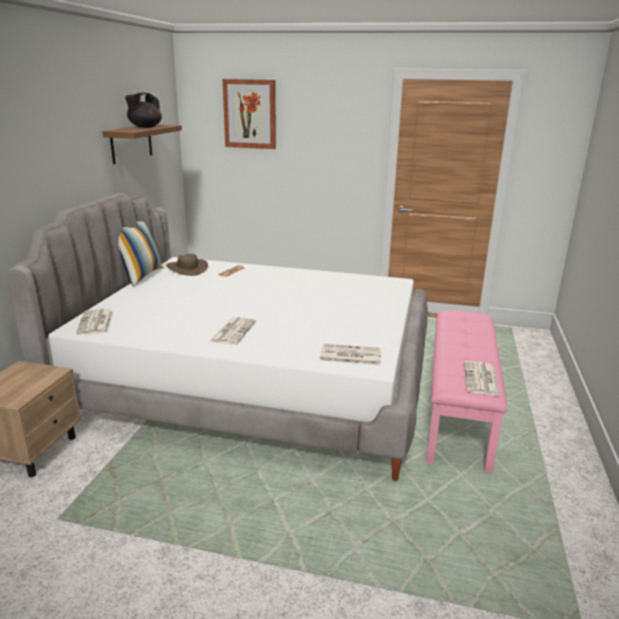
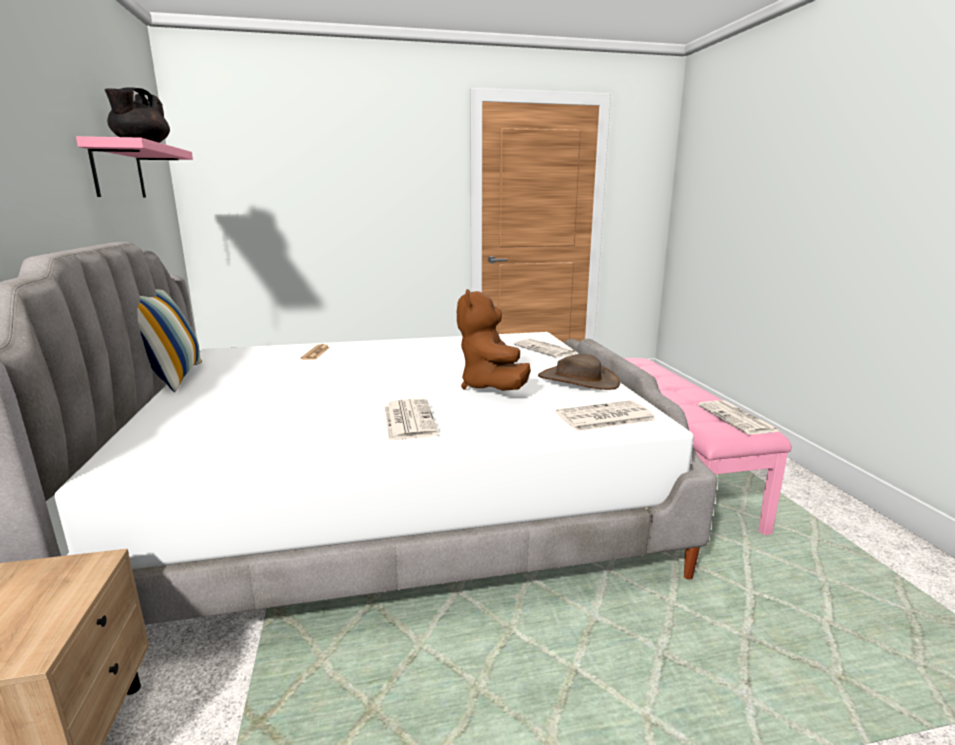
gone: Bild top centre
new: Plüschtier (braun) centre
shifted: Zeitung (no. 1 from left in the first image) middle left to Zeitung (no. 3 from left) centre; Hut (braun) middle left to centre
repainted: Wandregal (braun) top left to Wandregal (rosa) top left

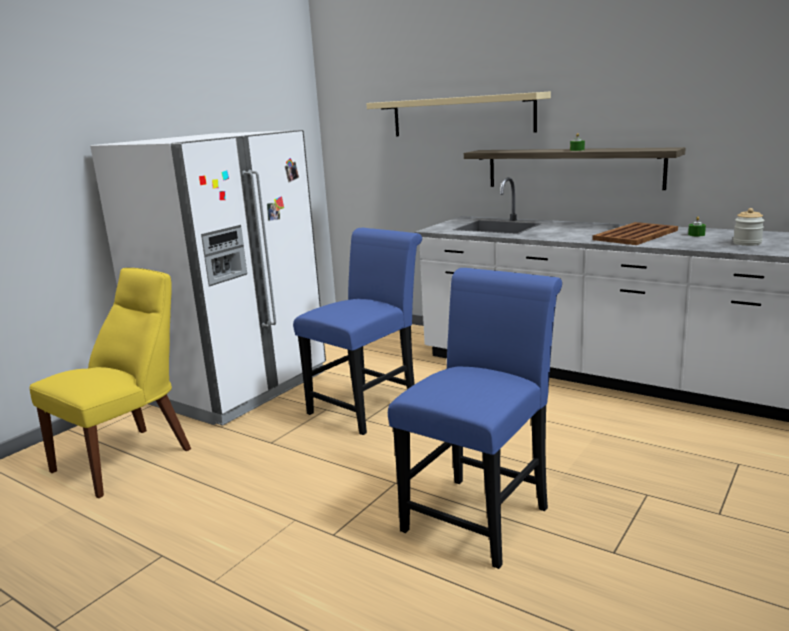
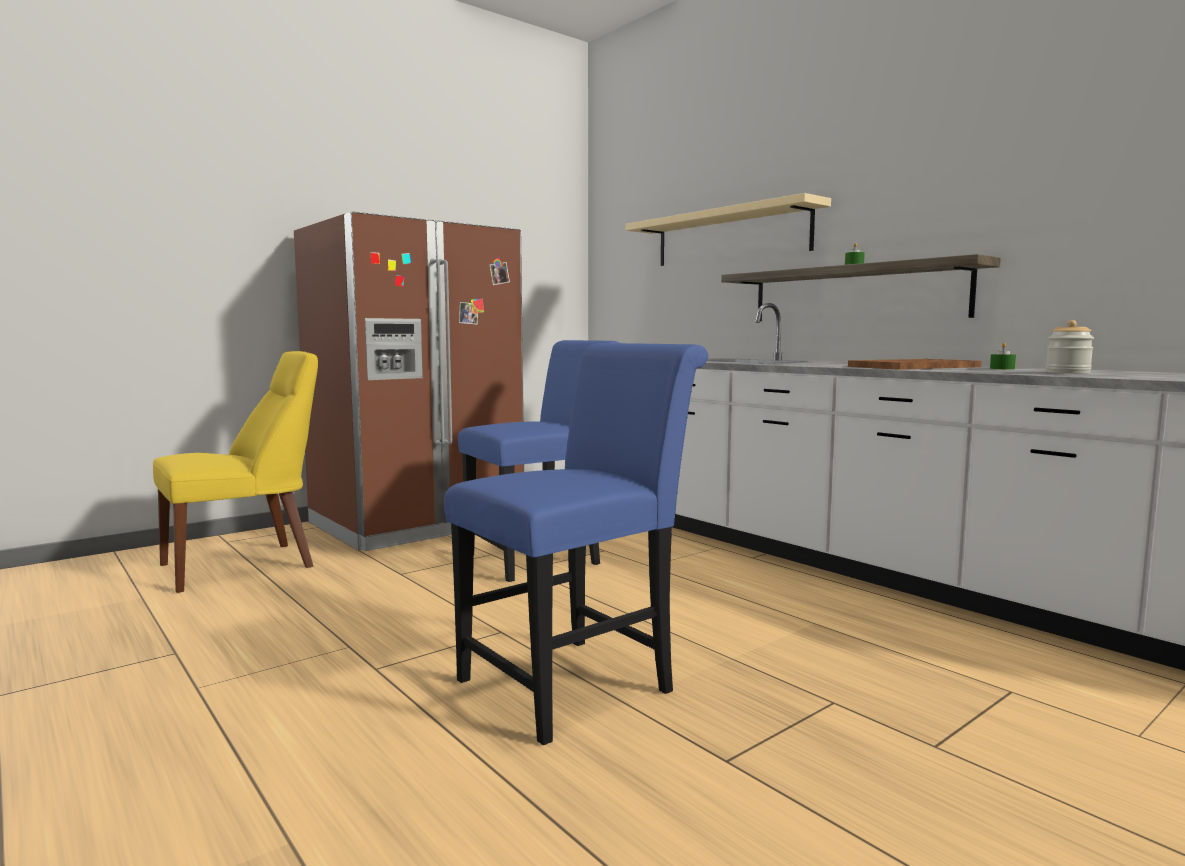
repainted: Kühlschrank (weiß) middle left to Kühlschrank (braun) centre

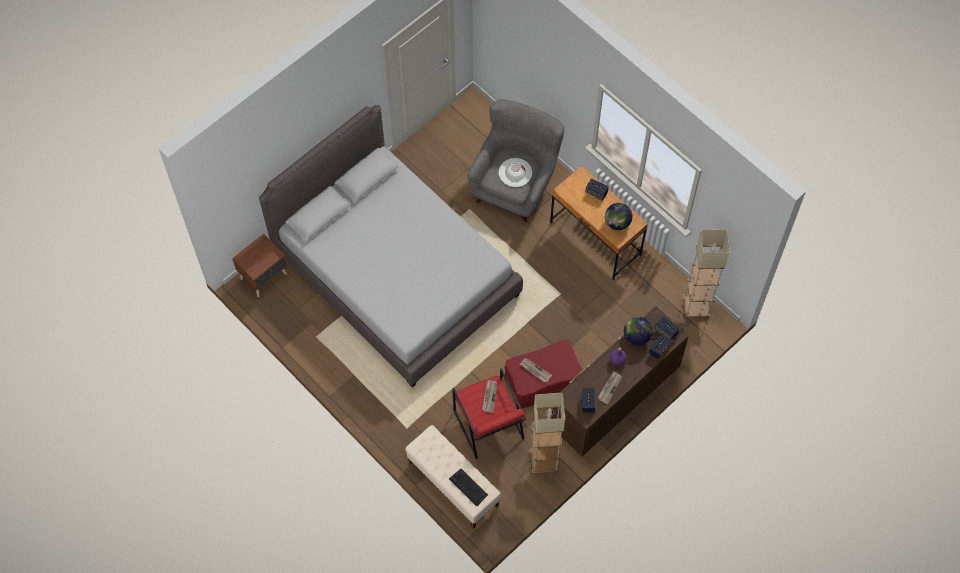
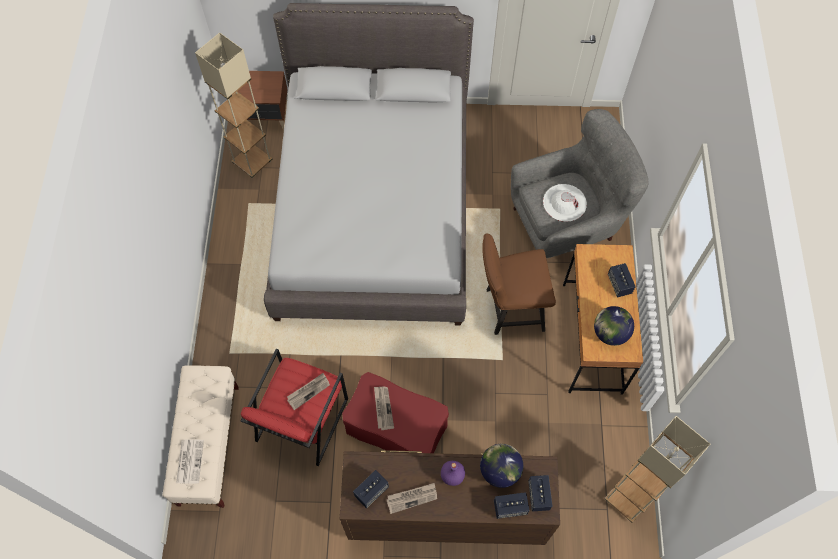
new: Stuhl (braun) centre
shifted: Stehlampe (beige) (no. 1 from left) bottom centre to top left
swapped: Tastatur bottom centre to Zeitung (no. 1 from left) bottom left

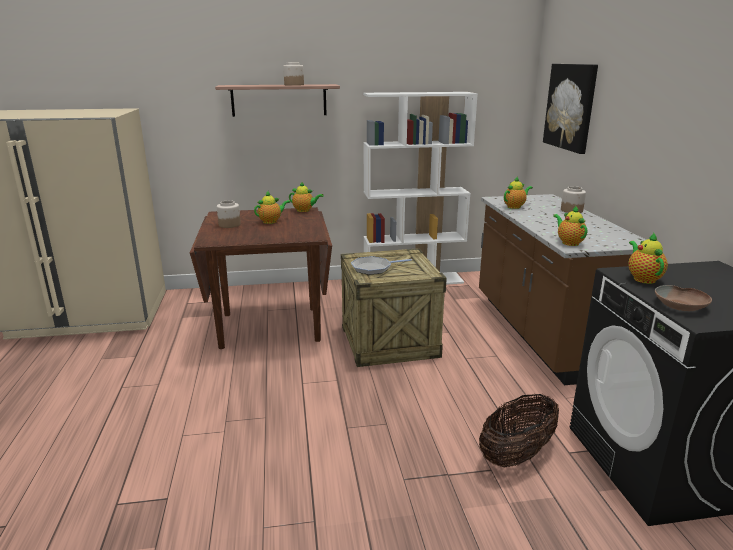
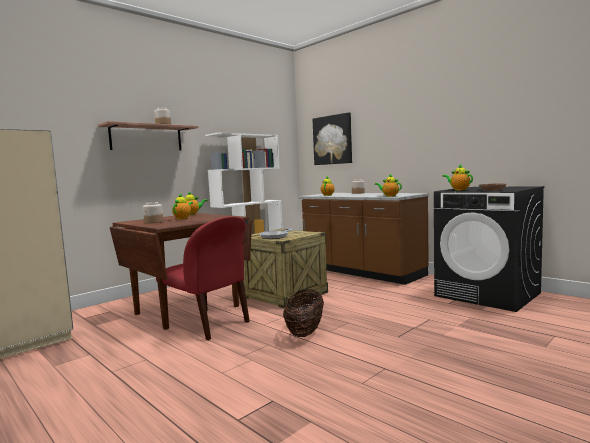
new: Stuhl (rot) centre
shifted: Korb bottom right to bottom centre

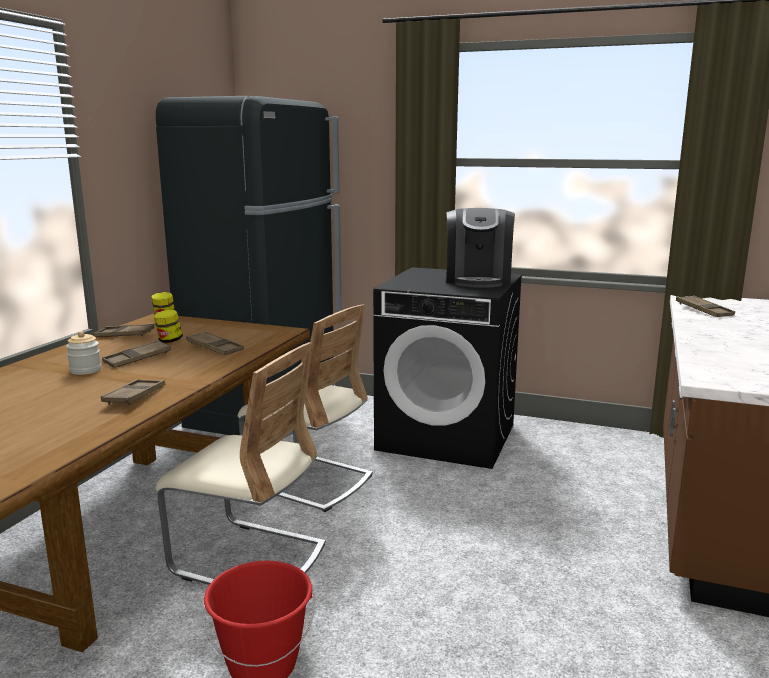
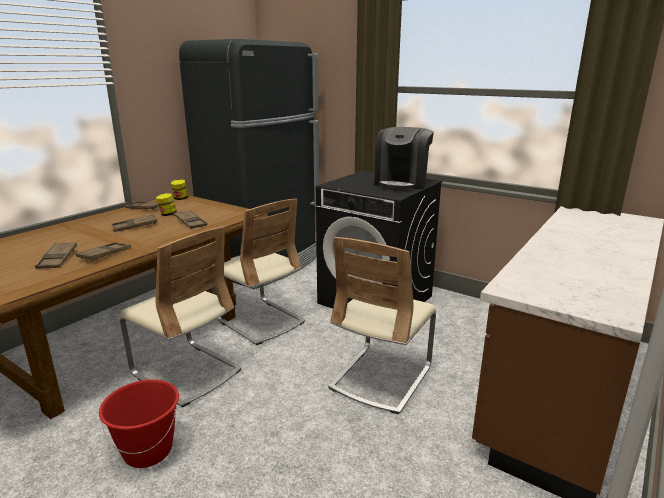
gone: Vorratsglas (no. 1 from left) middle left
new: Stuhl (beige) (no. 3 from left) centre
shifted: Tablett (braun) (no. 5 from left in the first image) middle right to Tablett (braun) (no. 1 from left) middle left

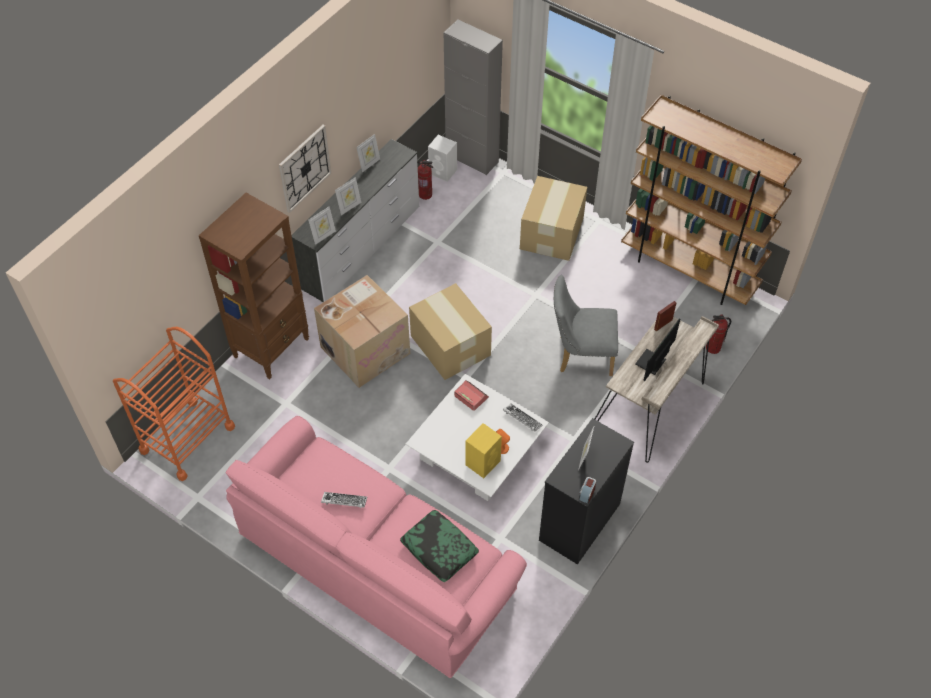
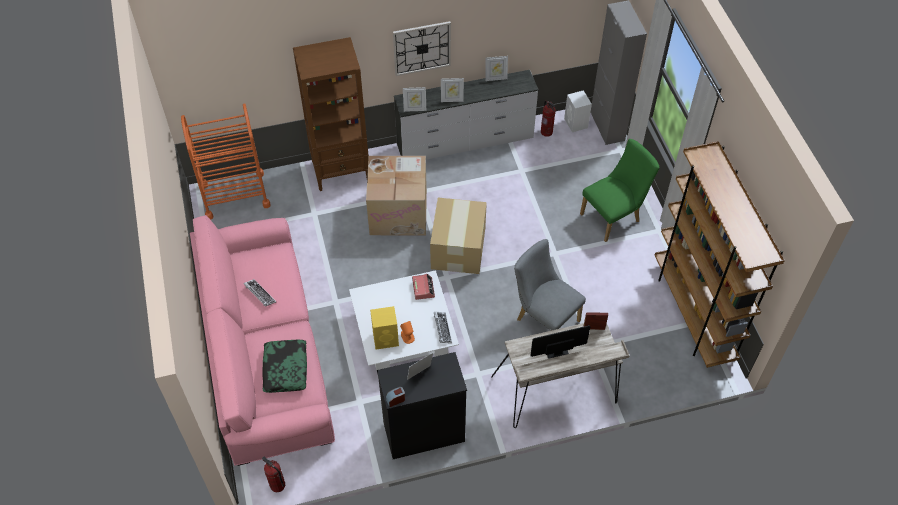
shifted: Feuerlöscher (no. 2 from left in the first image) middle right to Feuerlöscher (no. 1 from left) bottom left
swapped: Karton (no. 3 from left) top centre to Stuhl (grün) middle right

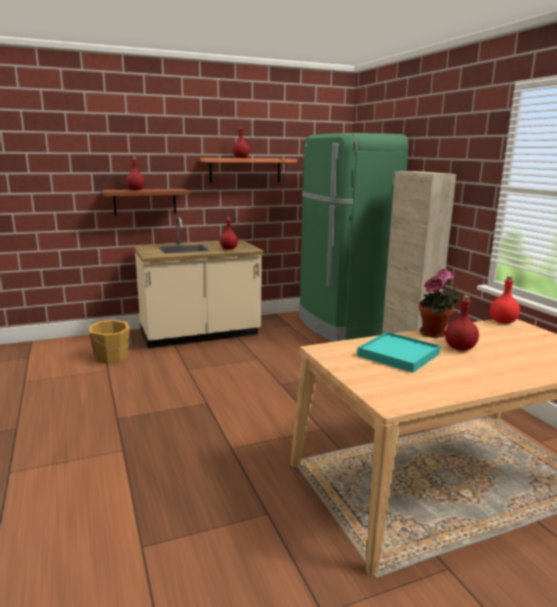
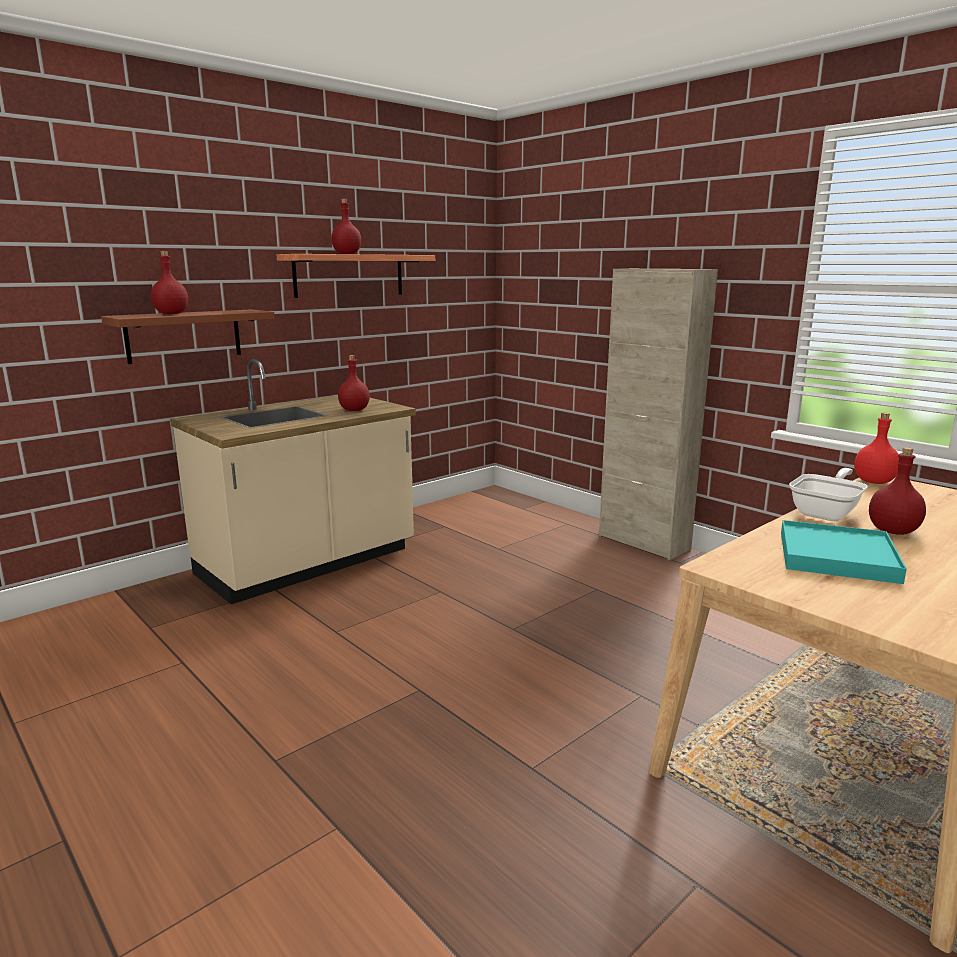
gone: Eimer (orange) middle left; Kühlschrank (grün) centre
swapped: Topfpflanze middle right to Pfanne middle right

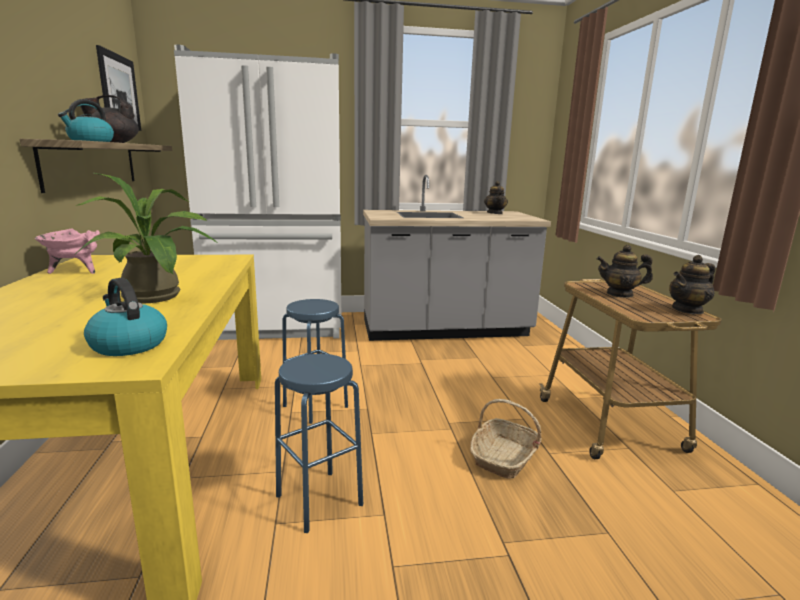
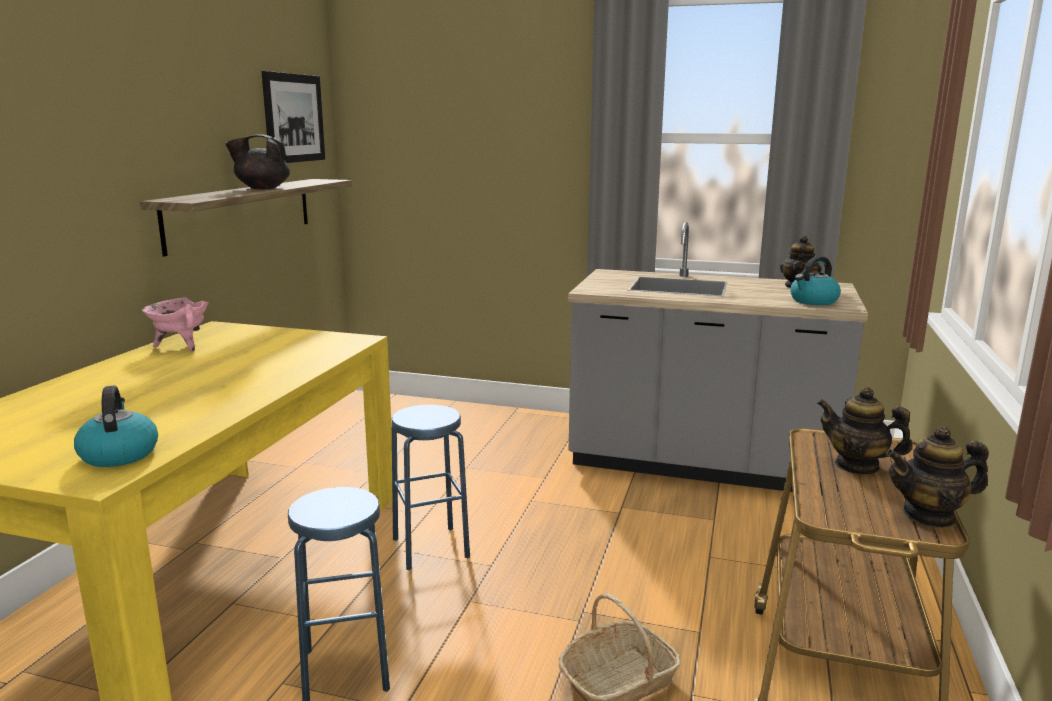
gone: Topfpflanze middle left; Kühlschrank (weiß) top left
shifted: Wasserkessel (no. 1 from left in the first image) top left to Wasserkessel (no. 2 from left) middle right

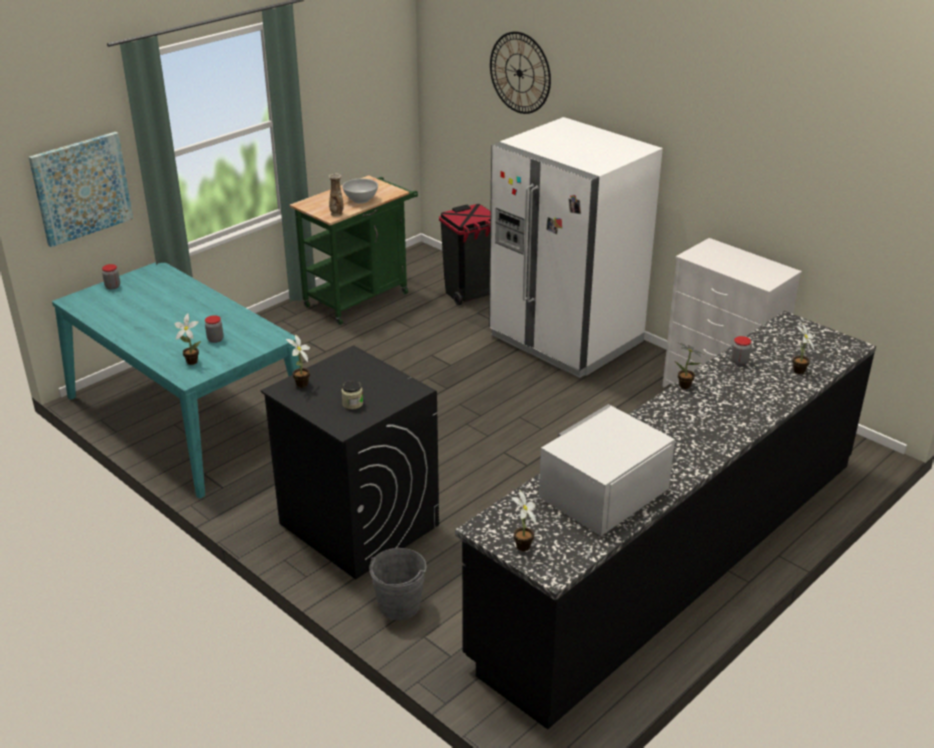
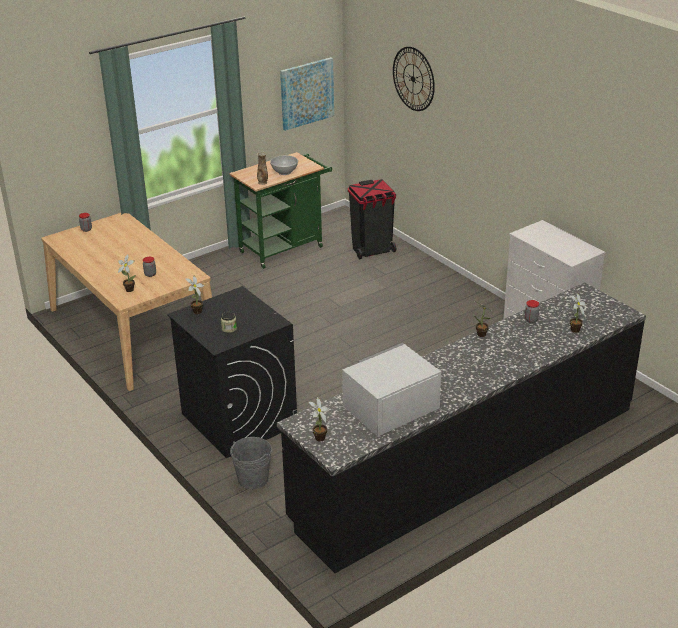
gone: Kühlschrank (weiß) top centre
shifted: Bild top left to top centre
repainted: Esstisch (türkis) middle left to Esstisch (beige) middle left

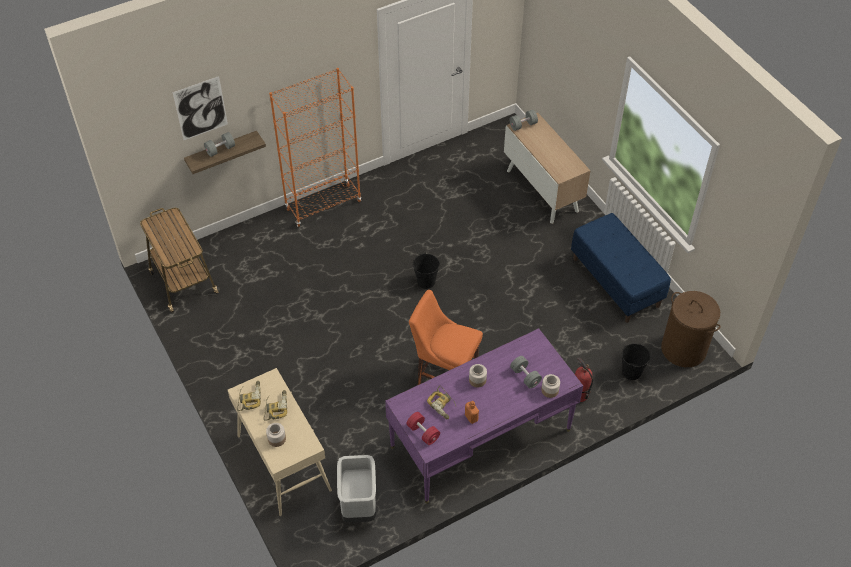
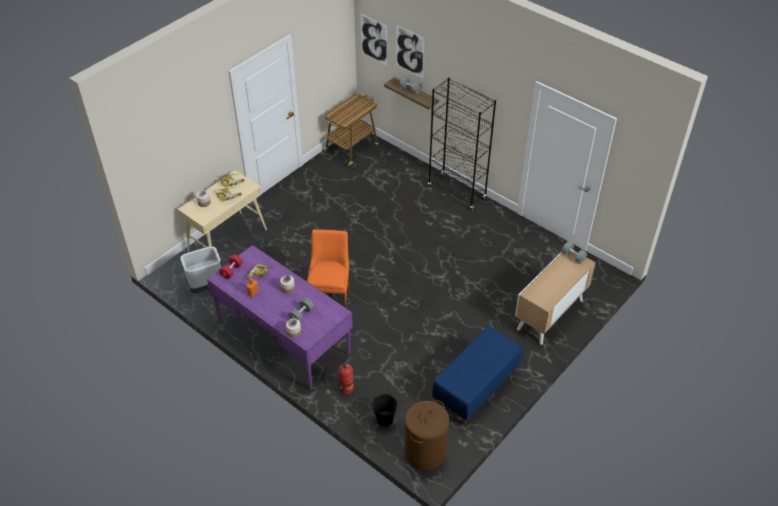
gone: Eimer (schwarz) (no. 1 from left) centre
new: Bild (no. 1 from left) top centre
repainted: Bücherregal (orange) top centre to Bücherregal (schwarz) top centre

